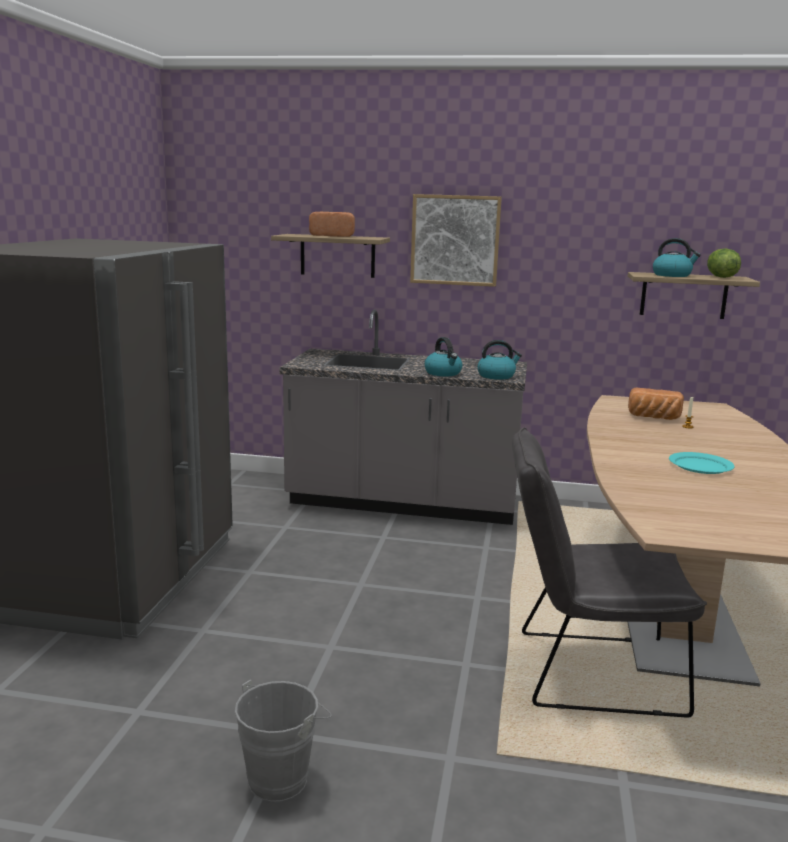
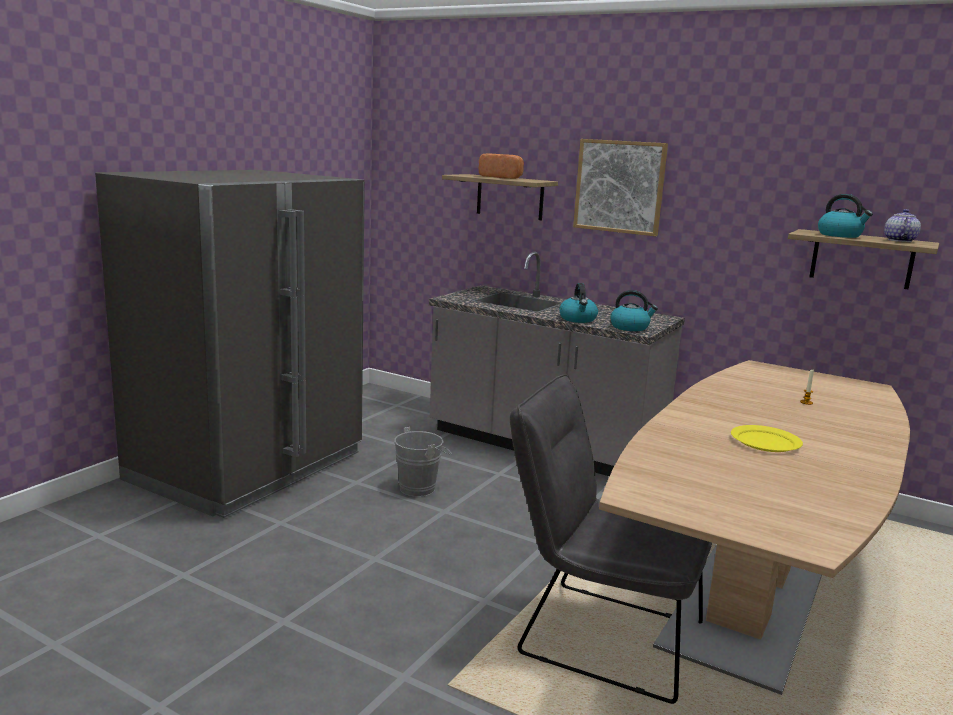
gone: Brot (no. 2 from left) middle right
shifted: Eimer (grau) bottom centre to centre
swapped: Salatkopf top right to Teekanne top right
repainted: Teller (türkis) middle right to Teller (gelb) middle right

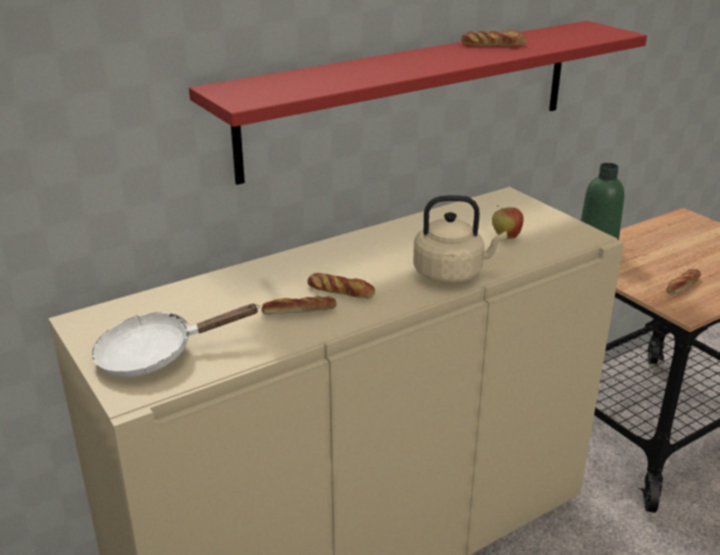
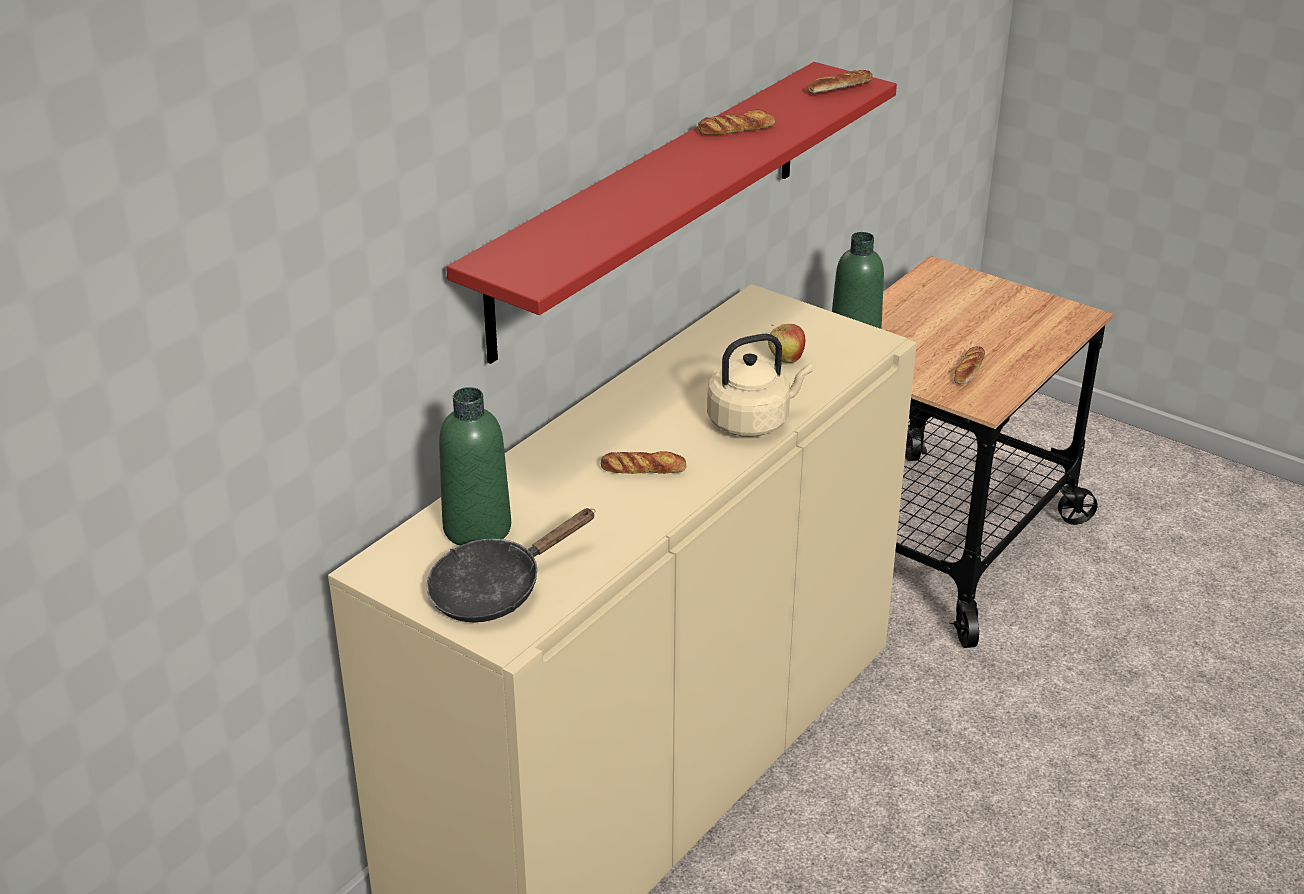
new: Flasche (grün) (no. 1 from left) centre
shifted: Brot (no. 1 from left in the first image) centre to Brot (no. 3 from left) top centre
repainted: Pfanne (weiß) middle left to Pfanne (schwarz) centre

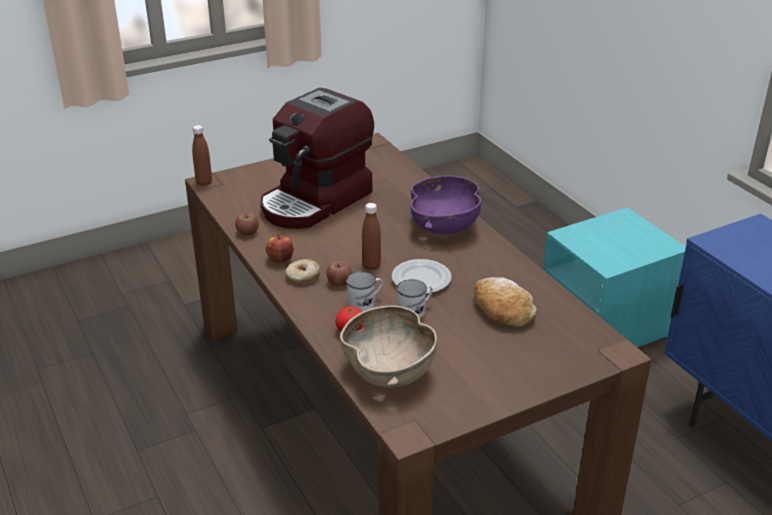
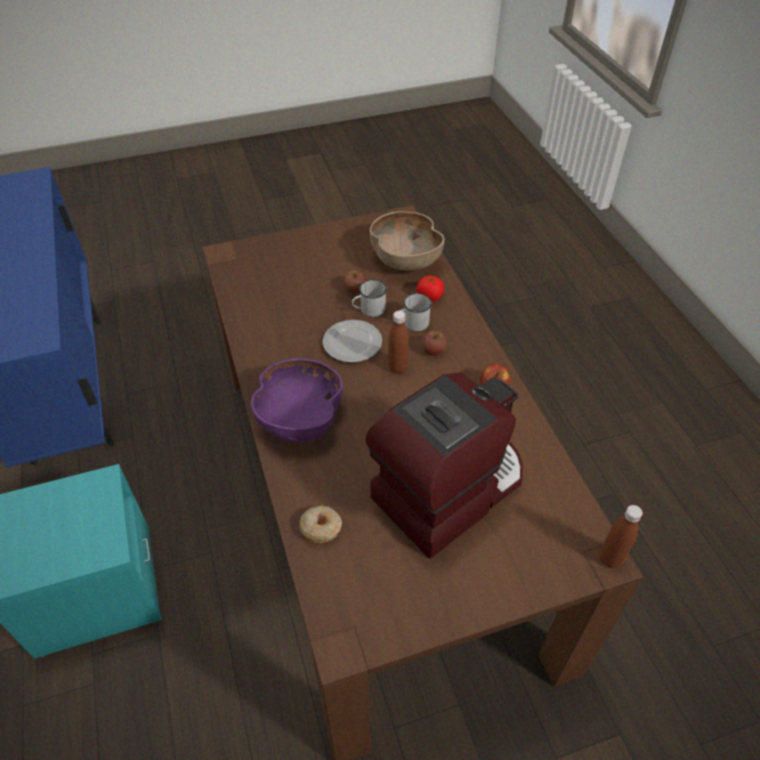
gone: Brot centre
shifted: Apfel (no. 1 from left) middle left to centre; Donut centre to bottom centre

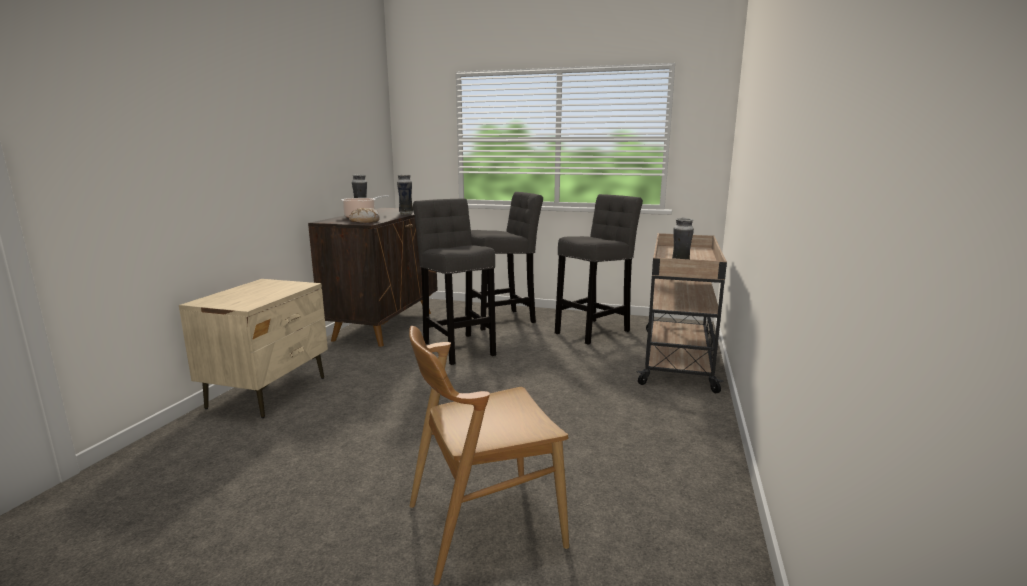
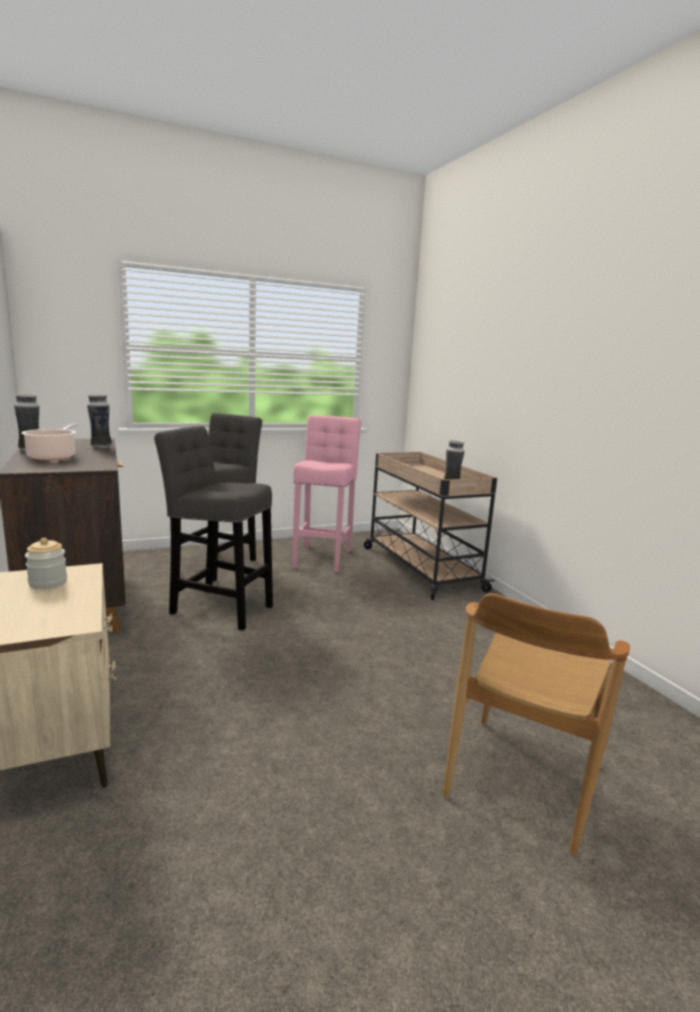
gone: Brot centre
new: Vorratsglas middle left
repainted: Hocker (grau) (no. 3 from left) centre to Hocker (rosa) centre

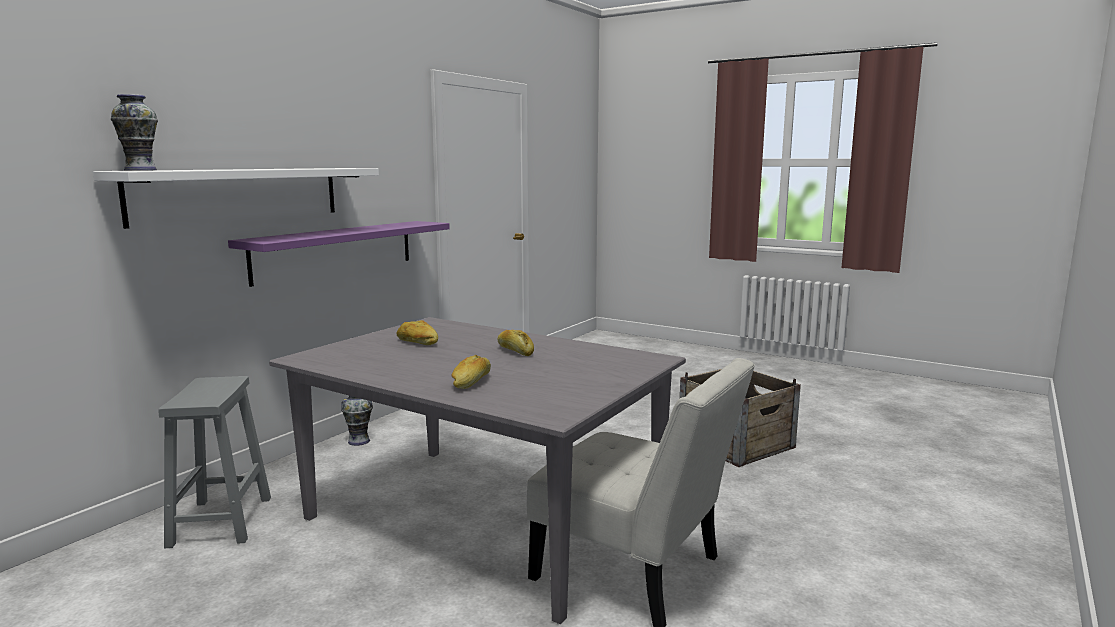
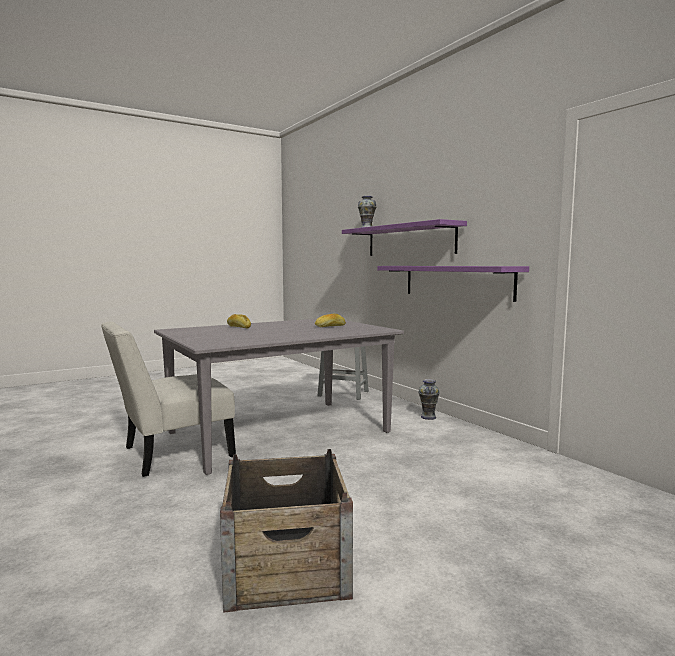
gone: Brot (no. 3 from left) centre
repainted: Wandregal (weiß) top left to Wandregal (lila) (no. 1 from left) centre

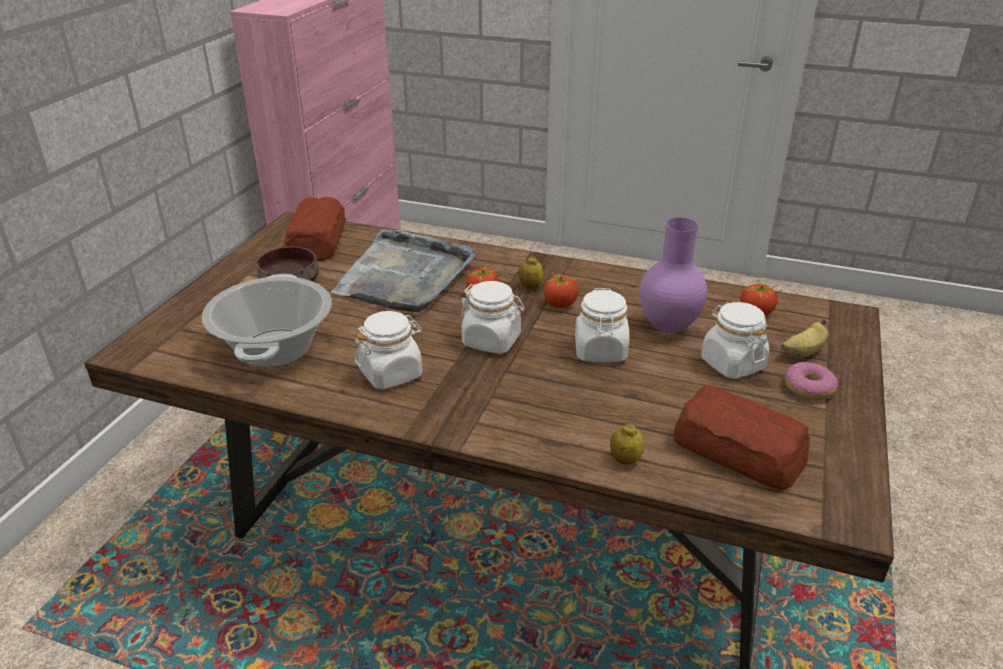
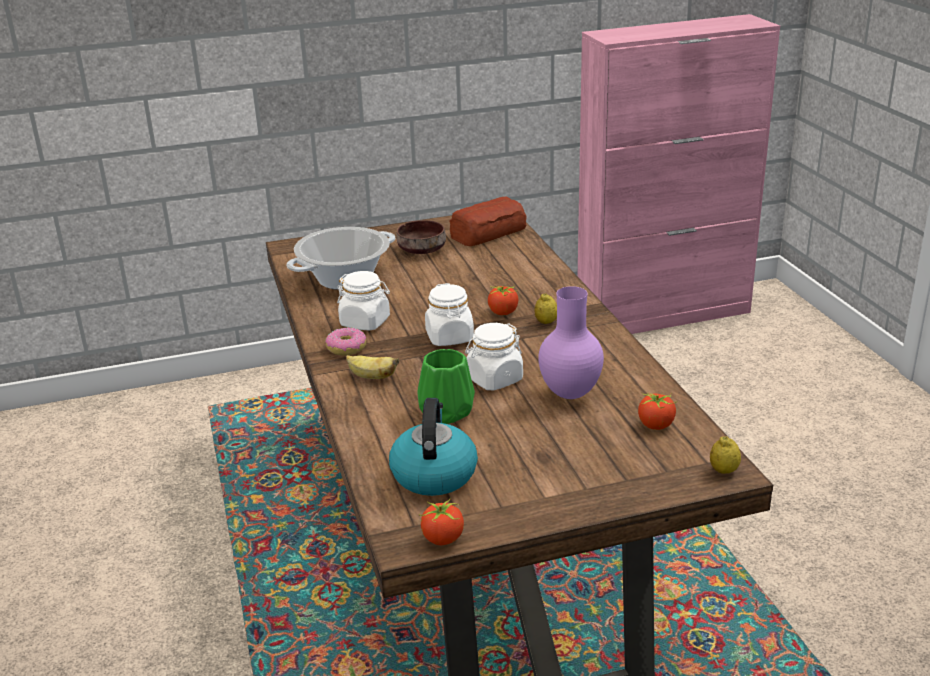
gone: Tablett (grau) centre; Vorratsglas (weiß) (no. 4 from left) middle right
new: Vase (grün) centre
shifted: Tomate (no. 2 from left in the first image) centre to Tomate (no. 1 from left) bottom centre; Zitrone (no. 2 from left) centre to bottom right; Banane middle right to centre; Donut middle right to centre
swapped: Brot (no. 2 from left) middle right to Wasserkessel centre

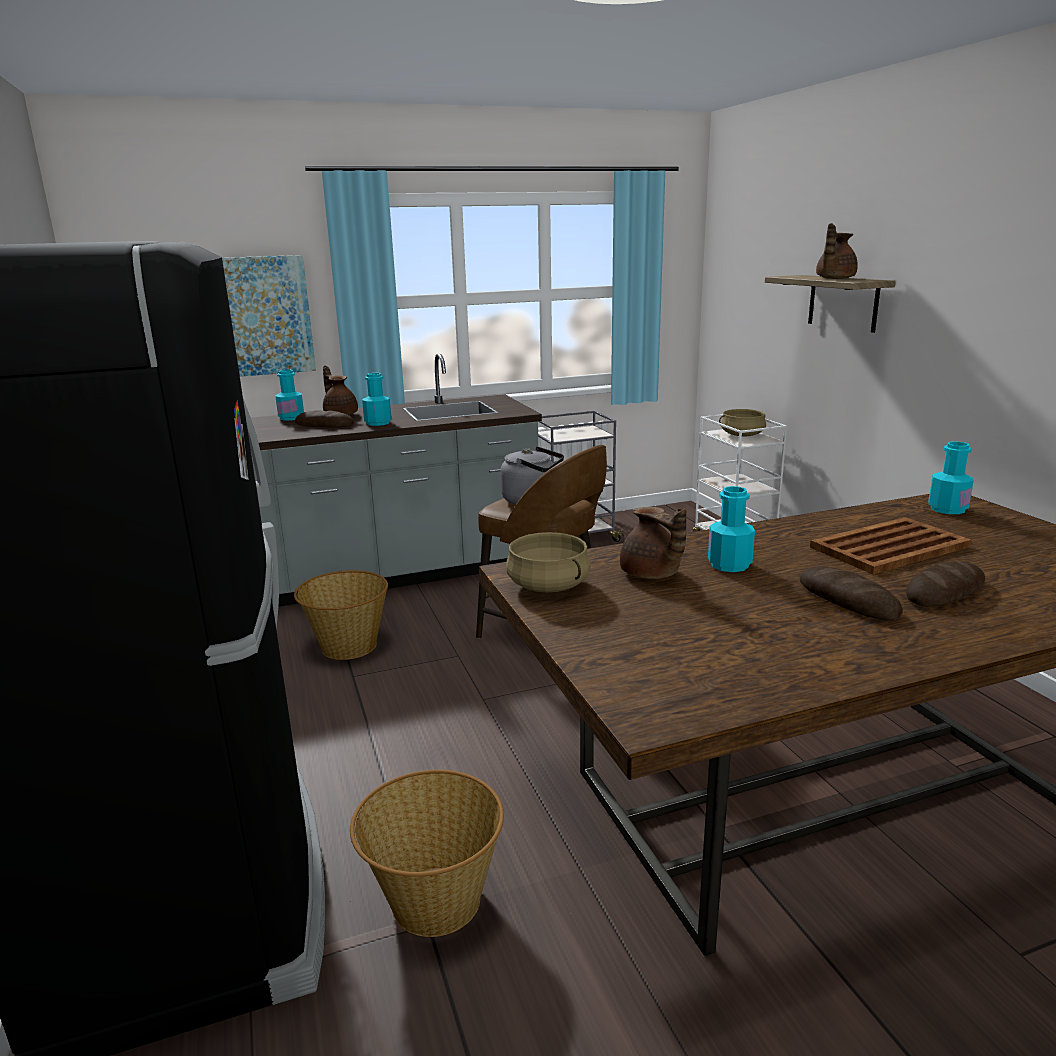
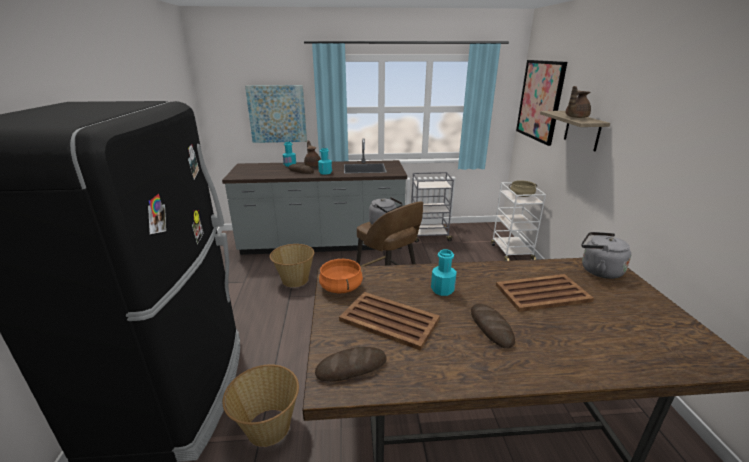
gone: Teekanne (braun) (no. 2 from left) centre
new: Tablett (braun) (no. 1 from left) bottom centre; Bild (no. 2 from left) top right
shifted: Brot (no. 3 from left in the first image) middle right to Brot (no. 2 from left) bottom centre
swapped: Flasche (türkis) (no. 4 from left) middle right to Wasserkessel (grau) (no. 2 from left) middle right
repainted: Kochtopf (beige) (no. 1 from left) centre to Kochtopf (orange) centre

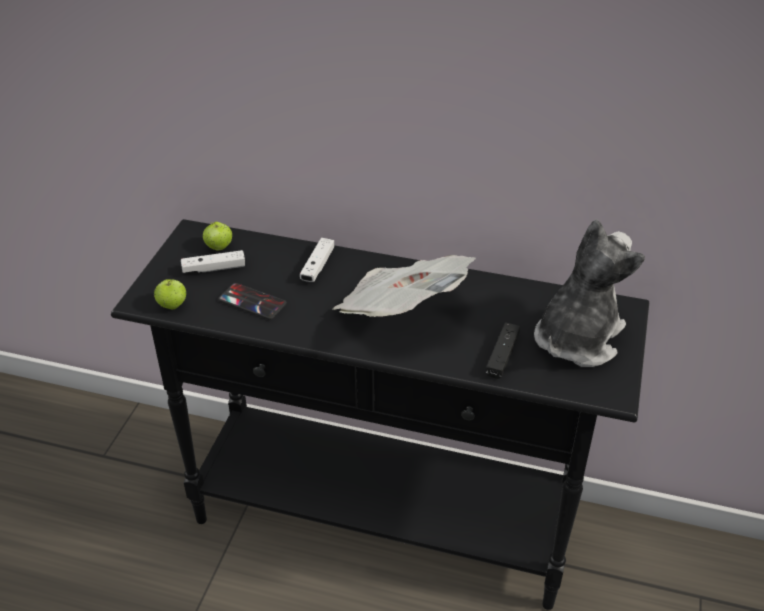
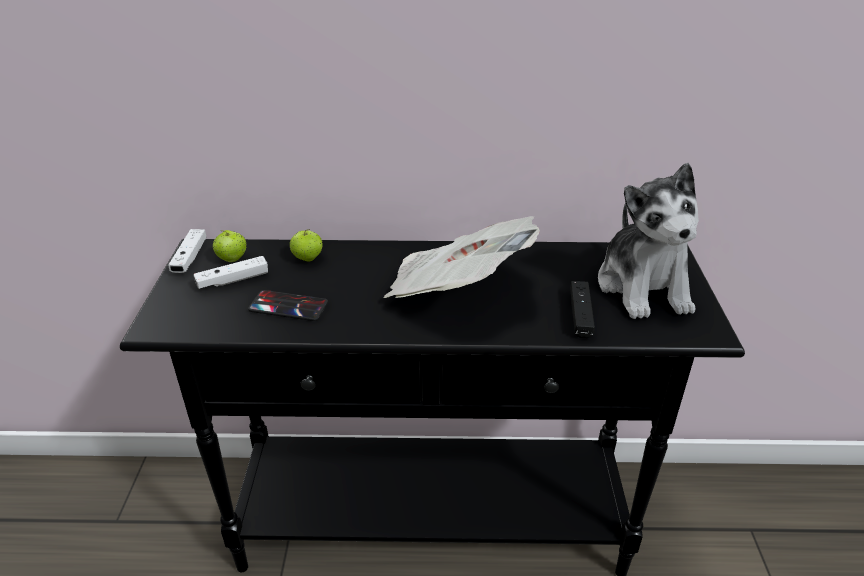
shifted: Apfel (no. 1 from left in the first image) middle left to Apfel (no. 2 from left) centre; Gamepad (weiß) (no. 2 from left in the first image) centre to Gamepad (weiß) (no. 1 from left) middle left
rotated: Plüschtier middle right = middle right 150 degrees clockwise

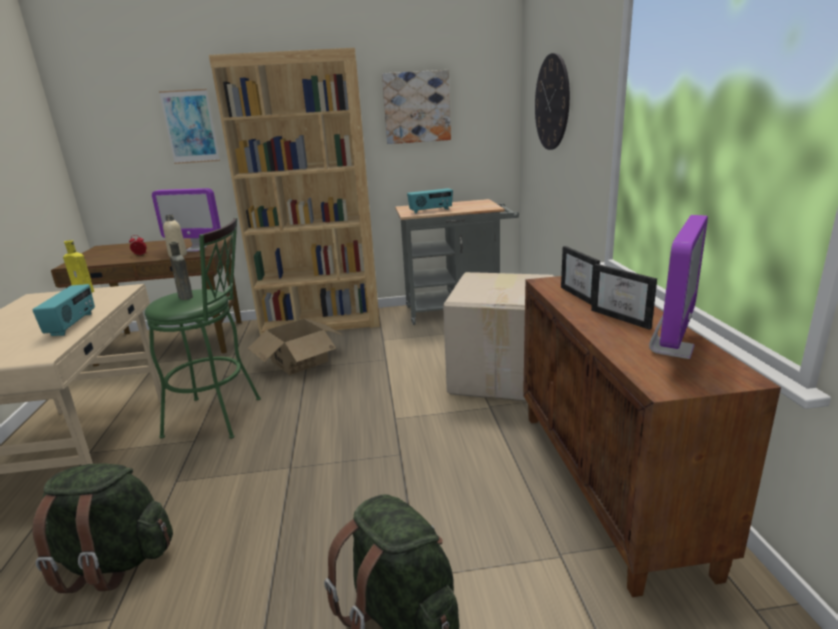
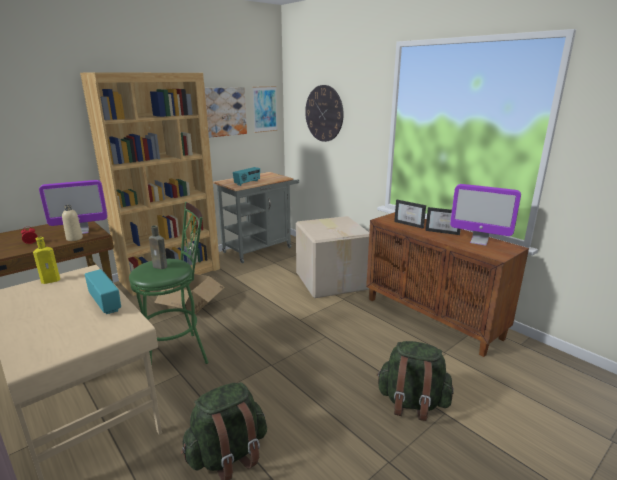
shifted: Bild (no. 1 from left in the first image) top left to Bild (no. 2 from left) top centre
rotated: Monitor (no. 2 from left) middle right = middle right 120 degrees clockwise

